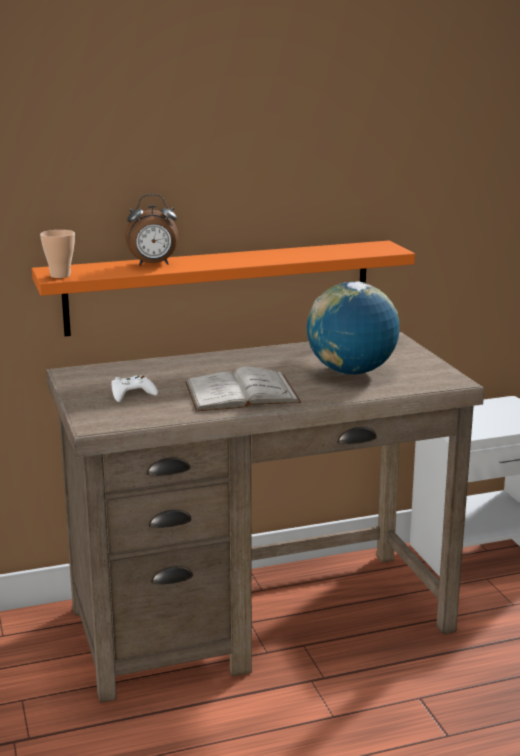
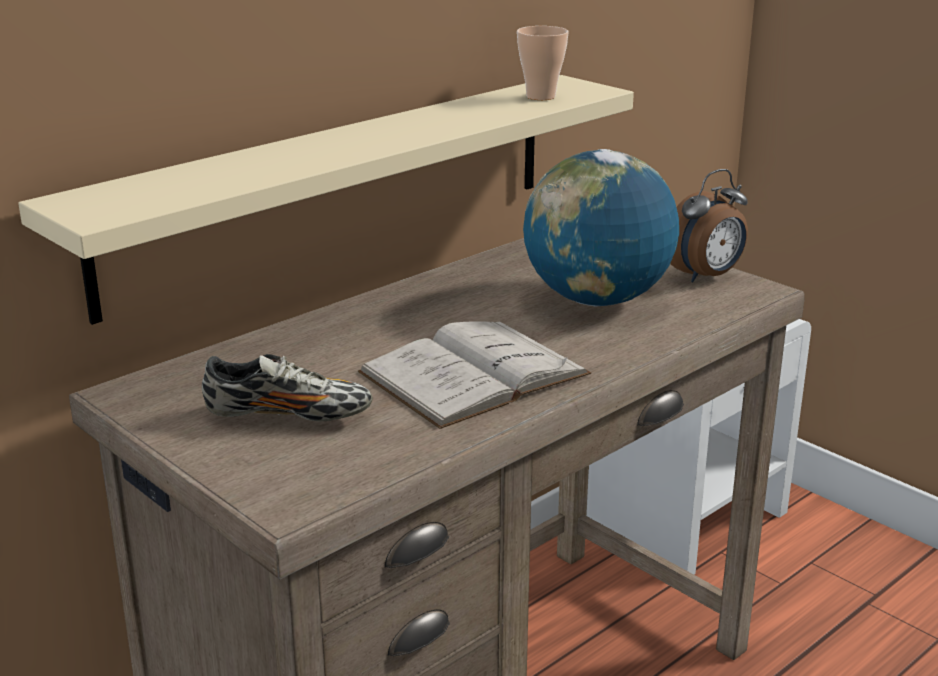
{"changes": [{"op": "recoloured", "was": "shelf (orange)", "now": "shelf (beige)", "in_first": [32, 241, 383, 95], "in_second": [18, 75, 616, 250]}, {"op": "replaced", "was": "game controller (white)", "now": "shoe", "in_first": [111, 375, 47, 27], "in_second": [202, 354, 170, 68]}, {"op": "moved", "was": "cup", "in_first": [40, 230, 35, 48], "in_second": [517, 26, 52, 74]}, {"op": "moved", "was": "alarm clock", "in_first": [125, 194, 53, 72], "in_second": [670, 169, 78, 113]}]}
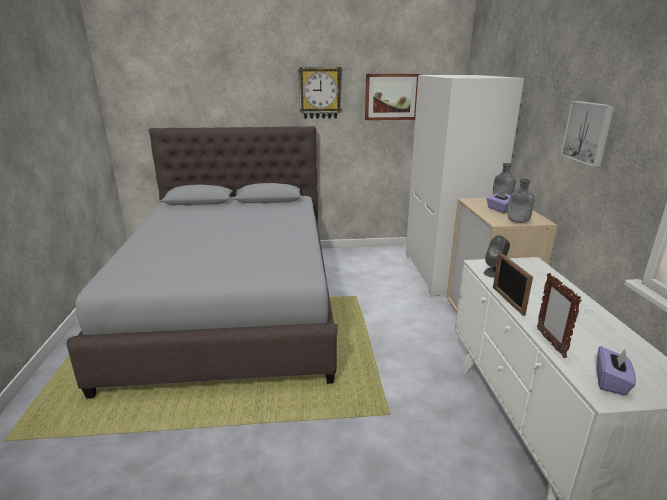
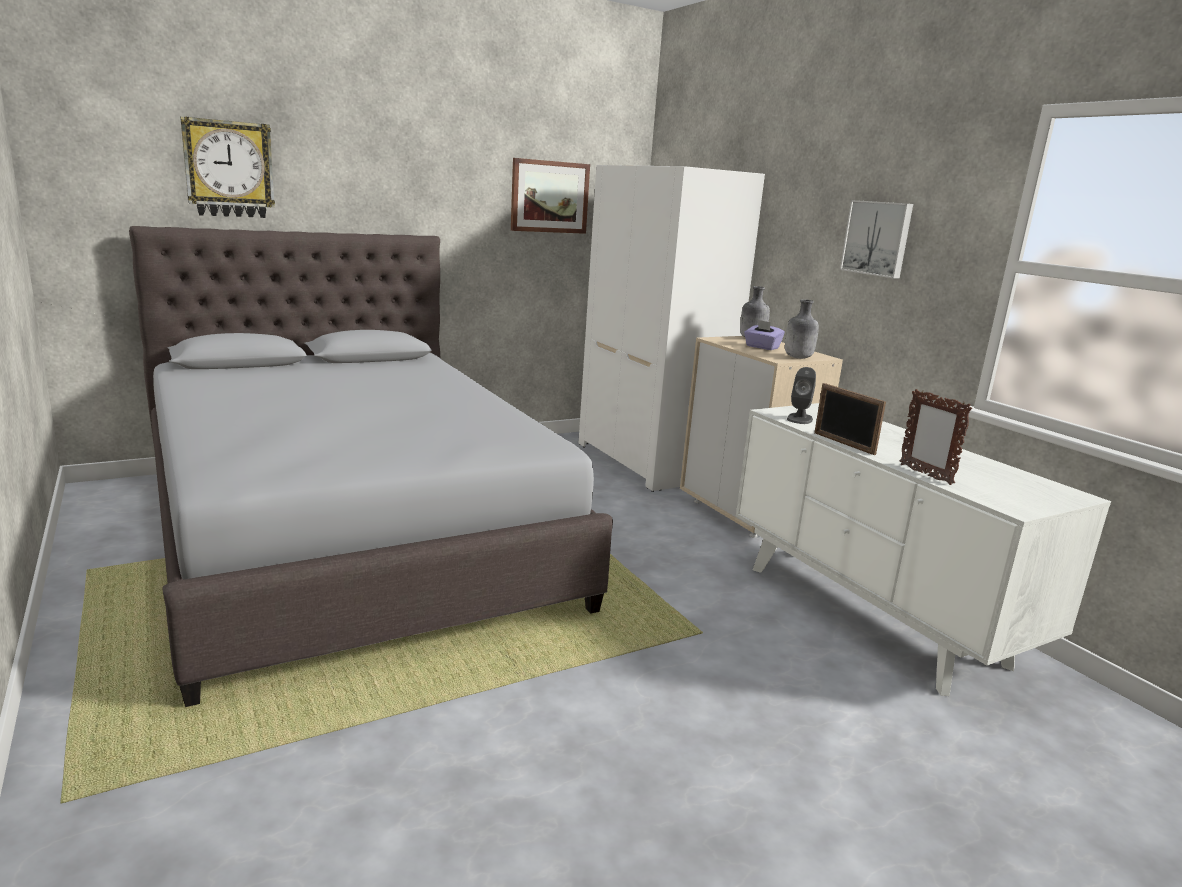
{"changes": [{"op": "moved", "was": "wall clock", "in_first": [298, 67, 44, 52], "in_second": [180, 116, 95, 102]}, {"op": "removed", "was": "tissue box (purple)", "in_first": [596, 346, 40, 49]}]}
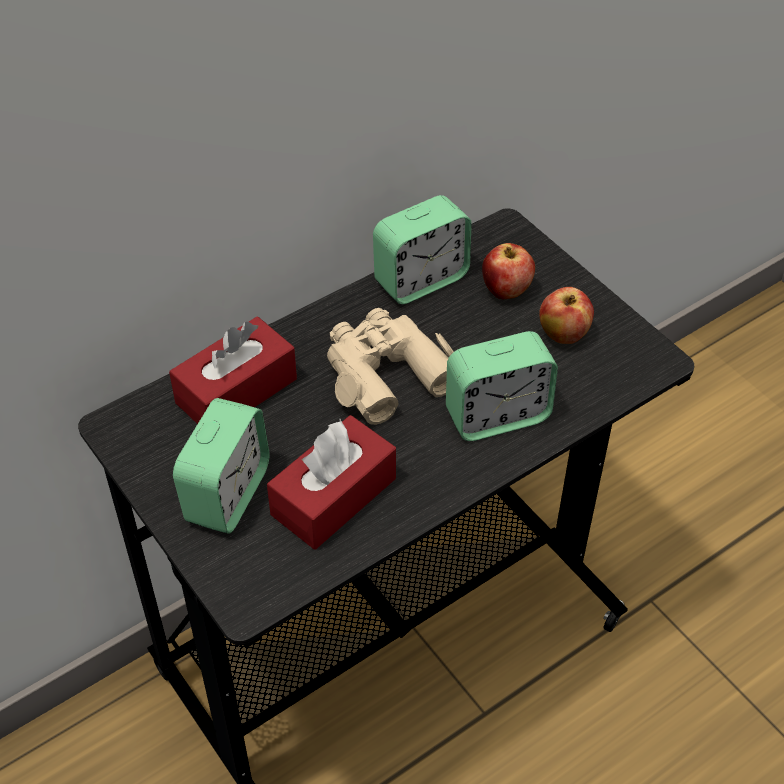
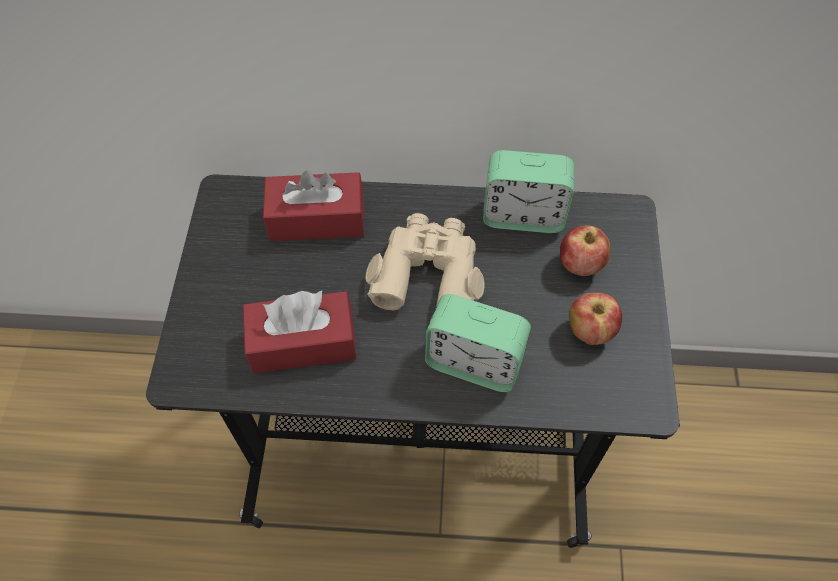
{"changes": [{"op": "removed", "was": "alarm clock", "in_first": [173, 398, 97, 136]}]}
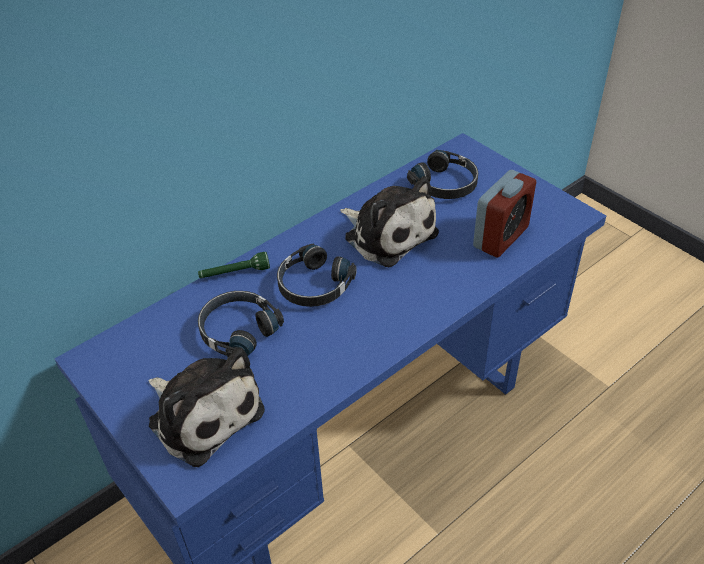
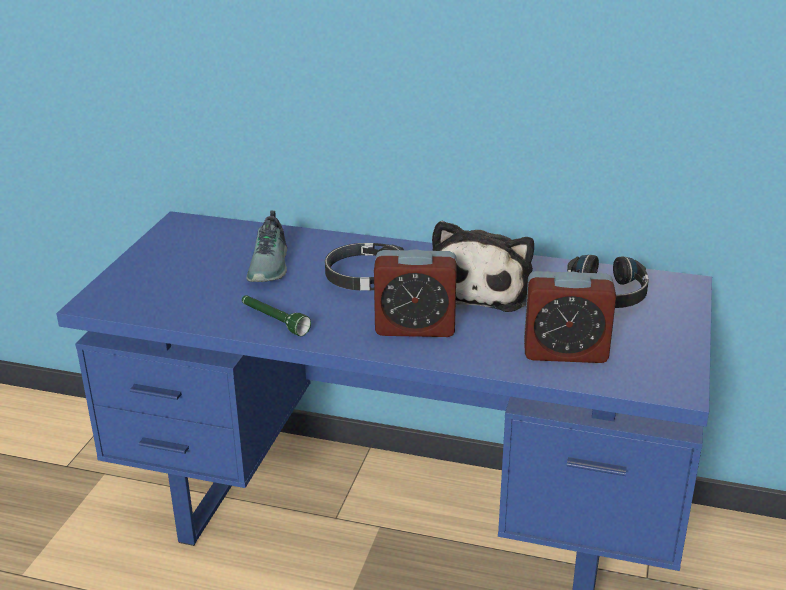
{"changes": [{"op": "moved", "was": "flashlight (green)", "in_first": [198, 252, 72, 26], "in_second": [242, 295, 69, 41]}, {"op": "replaced", "was": "headphones (black)", "now": "shoe", "in_first": [198, 291, 86, 66], "in_second": [247, 211, 40, 71]}, {"op": "added", "now": "alarm clock", "in_second": [374, 249, 83, 88]}, {"op": "removed", "was": "plush toy", "in_first": [148, 347, 117, 120]}]}
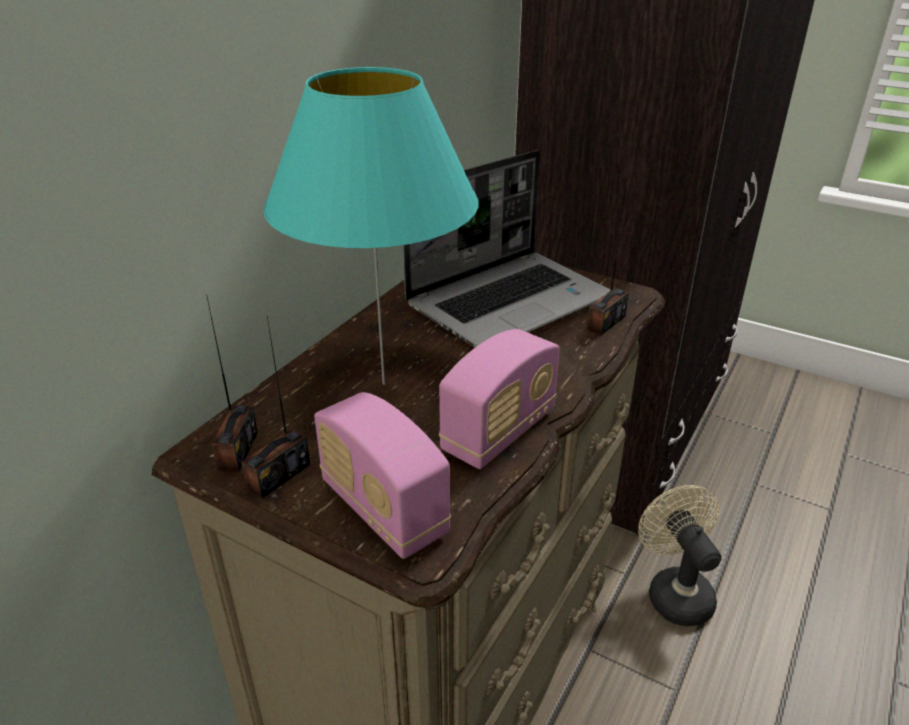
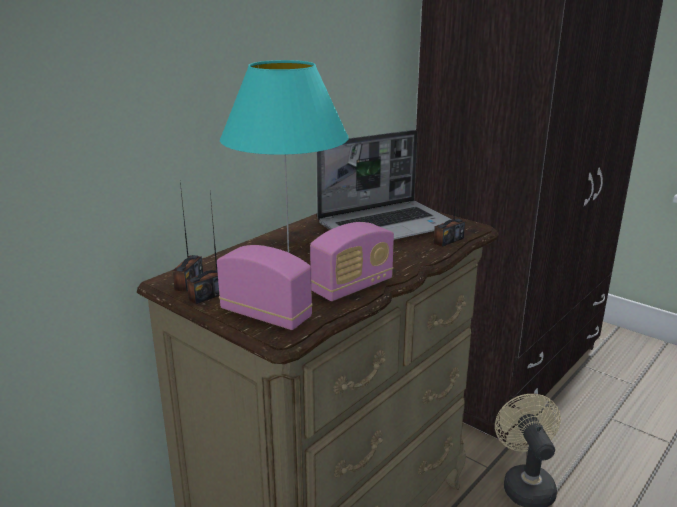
{"changes": [{"op": "turned", "was": "radio", "in_first": [314, 392, 137, 167], "in_second": [217, 245, 96, 85], "clockwise": 150}]}
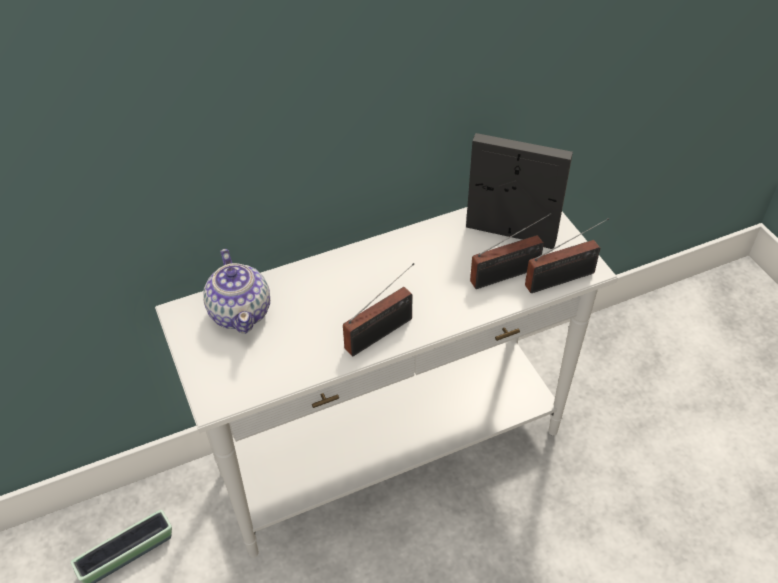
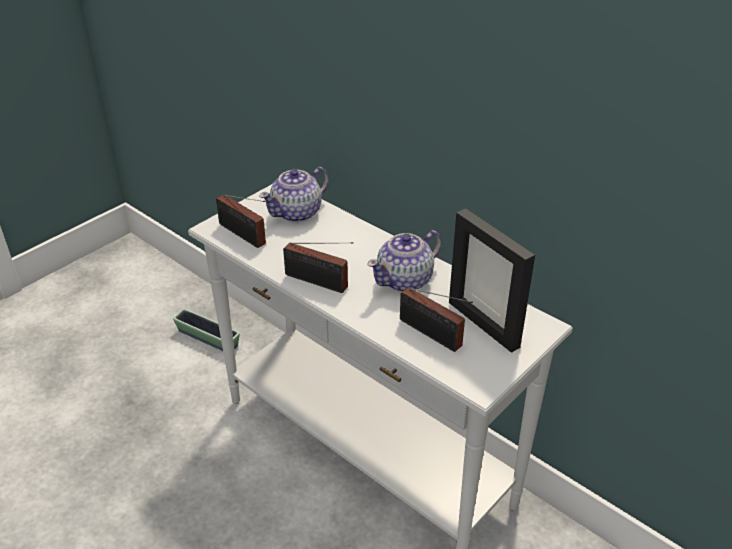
{"changes": [{"op": "moved", "was": "radio", "in_first": [525, 218, 84, 75], "in_second": [216, 195, 50, 53]}, {"op": "added", "now": "teapot", "in_second": [367, 230, 75, 62]}, {"op": "turned", "was": "picture frame", "in_first": [466, 133, 107, 116], "in_second": [449, 208, 86, 145], "clockwise": 150}]}
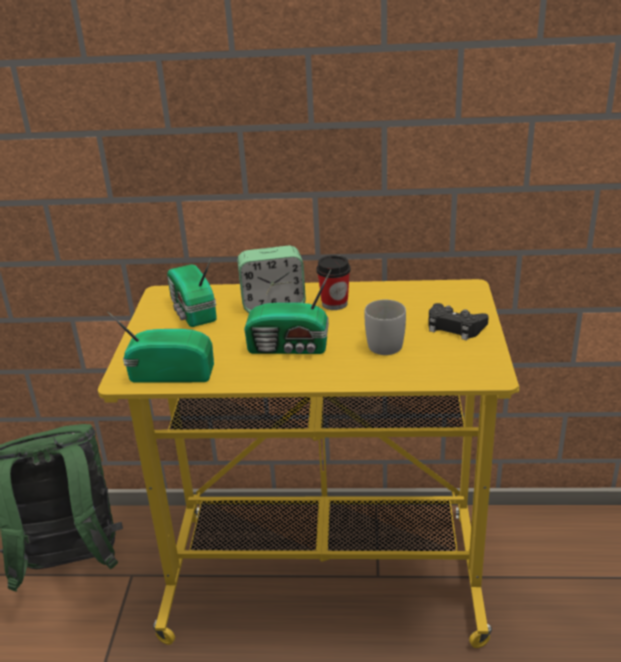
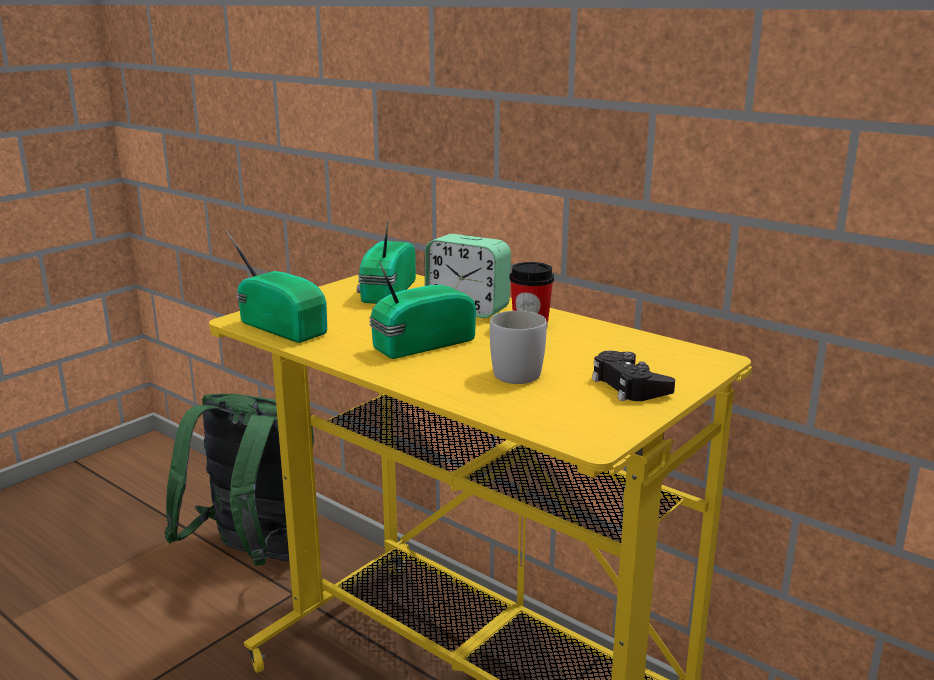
{"changes": [{"op": "turned", "was": "radio", "in_first": [244, 270, 87, 84], "in_second": [369, 261, 107, 98], "clockwise": 105}]}
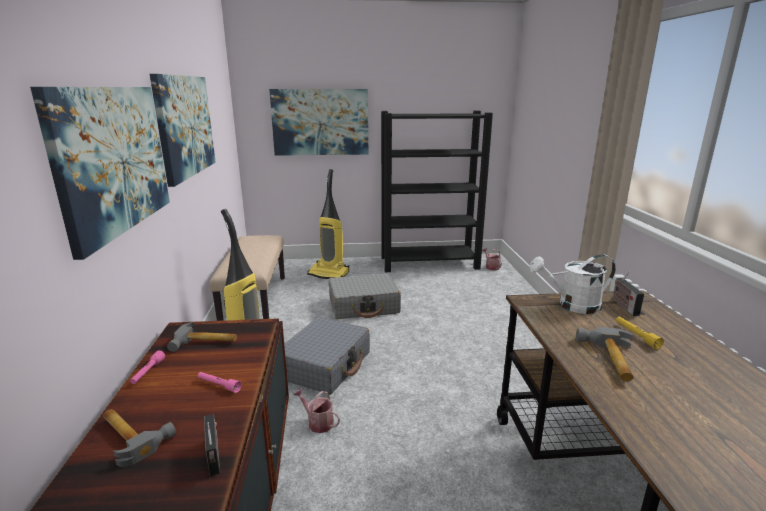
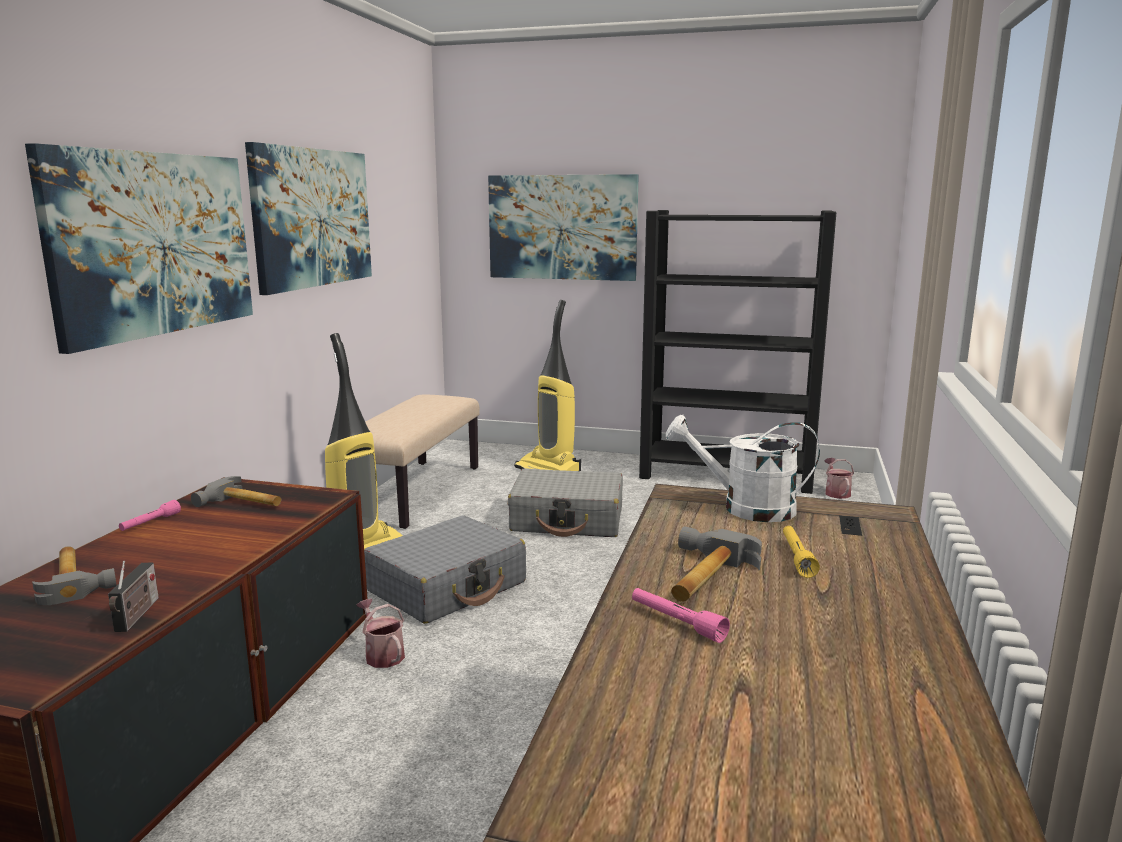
{"changes": [{"op": "moved", "was": "flashlight (pink)", "in_first": [198, 372, 44, 21], "in_second": [632, 588, 98, 55]}, {"op": "removed", "was": "radio", "in_first": [613, 272, 31, 44]}]}
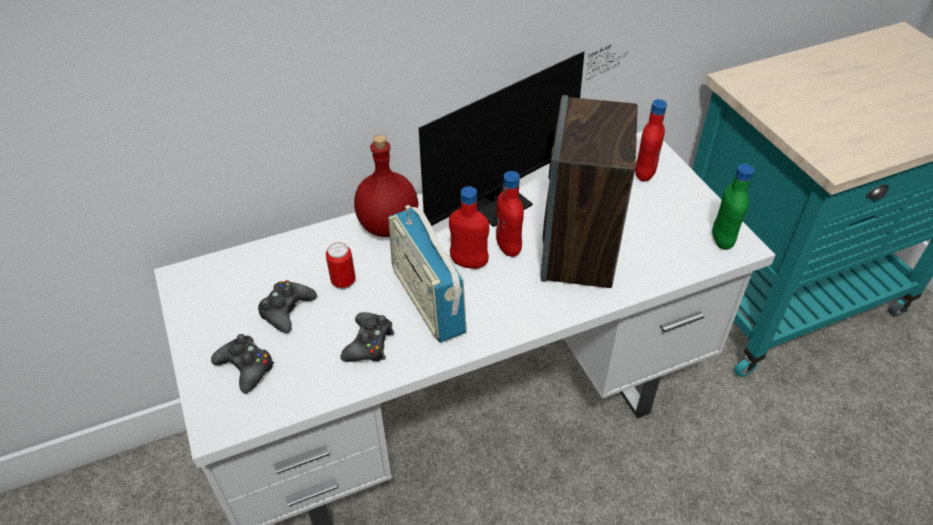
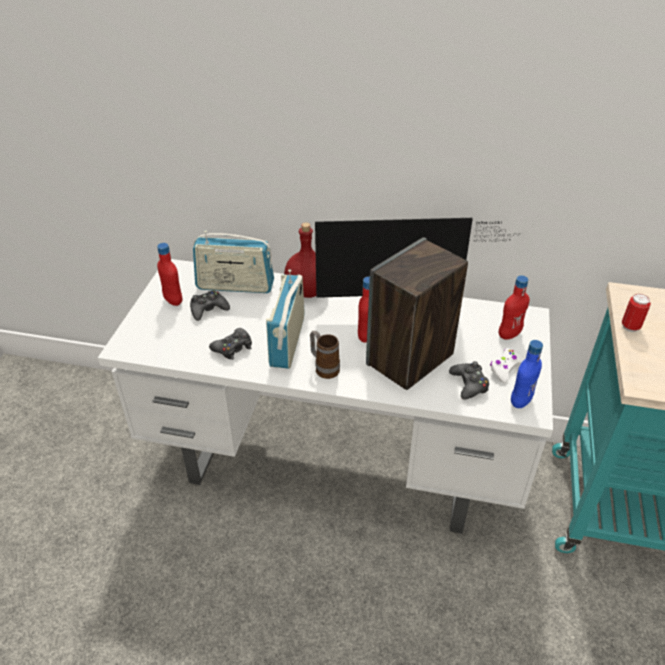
{"changes": [{"op": "moved", "was": "bottle (red)", "in_first": [449, 186, 40, 83], "in_second": [157, 243, 25, 63]}, {"op": "added", "now": "radio", "in_second": [193, 230, 81, 63]}, {"op": "added", "now": "mug", "in_second": [310, 331, 30, 48]}, {"op": "moved", "was": "game controller (black)", "in_first": [211, 334, 63, 60], "in_second": [449, 361, 40, 38]}, {"op": "added", "now": "game controller (white)", "in_second": [490, 348, 35, 35]}, {"op": "recoloured", "was": "bottle (green)", "now": "bottle (blue)", "in_first": [712, 164, 42, 86], "in_second": [511, 340, 32, 68]}, {"op": "moved", "was": "can", "in_first": [326, 242, 29, 47], "in_second": [622, 294, 29, 38]}]}
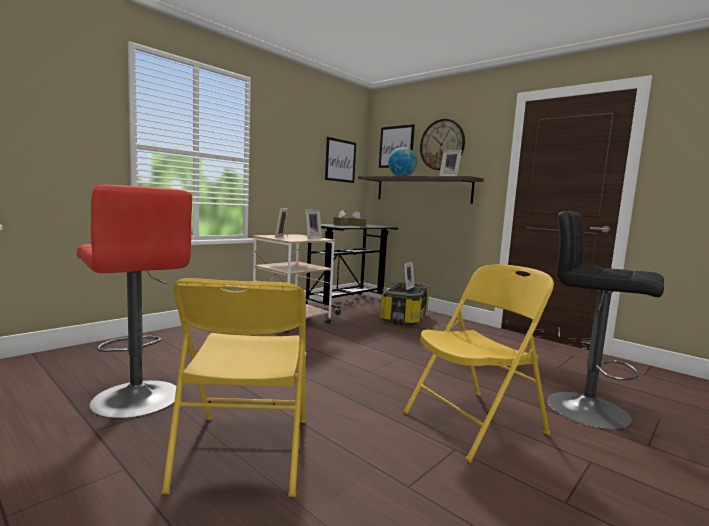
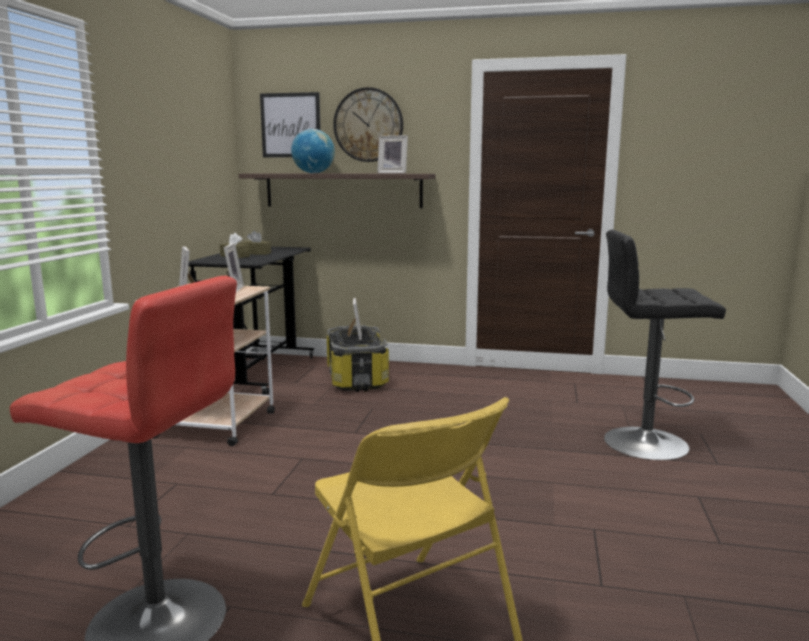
{"changes": [{"op": "removed", "was": "picture", "in_first": [325, 137, 31, 46]}, {"op": "removed", "was": "chair (yellow)", "in_first": [403, 264, 151, 199]}]}
